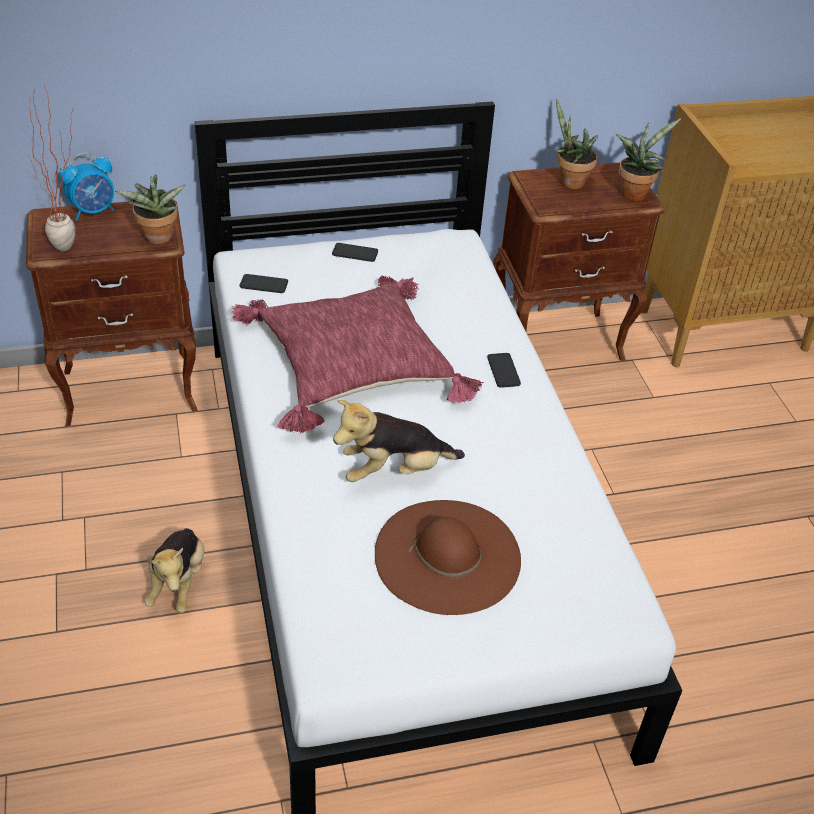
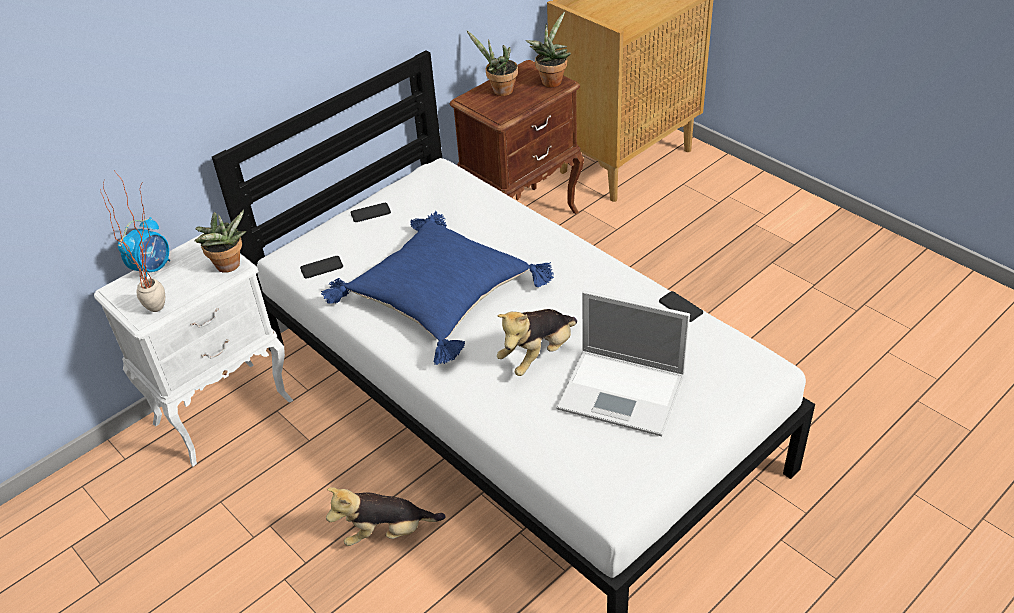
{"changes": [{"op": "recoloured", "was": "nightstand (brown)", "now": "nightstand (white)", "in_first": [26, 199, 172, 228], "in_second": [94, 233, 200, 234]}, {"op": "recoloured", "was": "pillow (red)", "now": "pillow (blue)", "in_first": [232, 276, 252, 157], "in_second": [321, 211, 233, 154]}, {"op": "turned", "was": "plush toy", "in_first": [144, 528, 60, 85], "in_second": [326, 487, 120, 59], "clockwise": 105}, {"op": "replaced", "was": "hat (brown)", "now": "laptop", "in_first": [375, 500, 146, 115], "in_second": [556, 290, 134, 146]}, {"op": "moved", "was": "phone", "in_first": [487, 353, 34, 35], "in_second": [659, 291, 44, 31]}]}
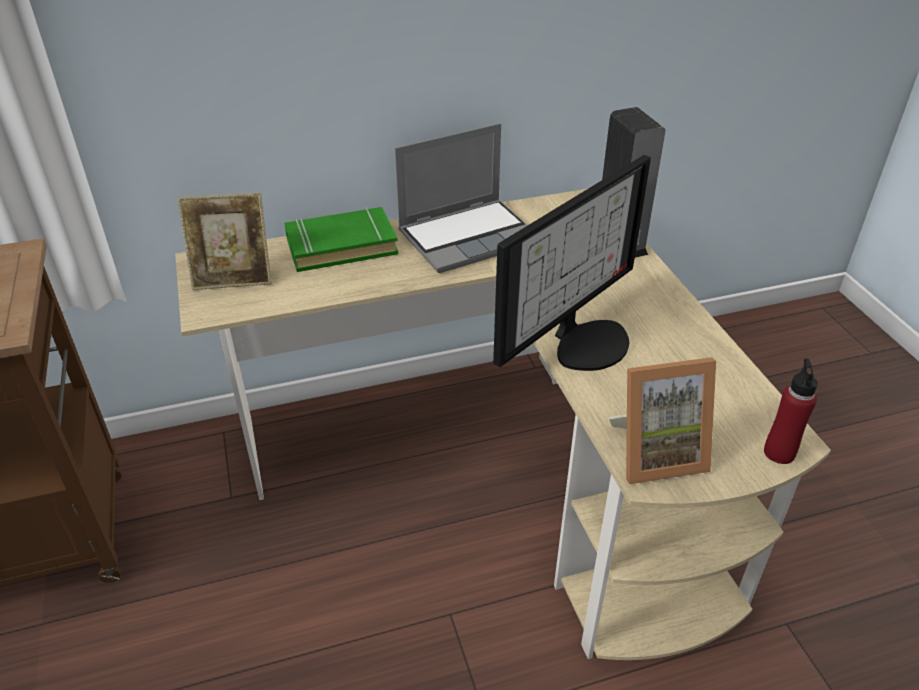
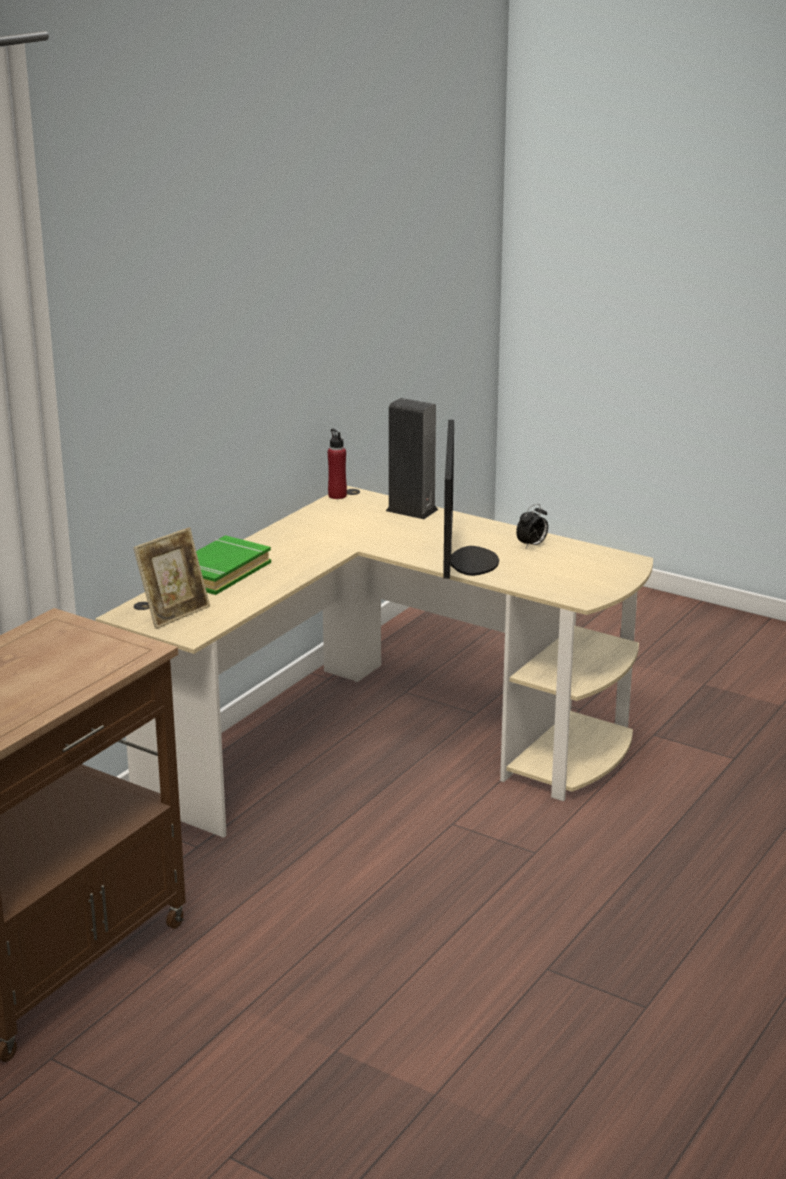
{"changes": [{"op": "moved", "was": "bottle (red)", "in_first": [764, 358, 54, 106], "in_second": [328, 429, 19, 70]}, {"op": "added", "now": "alarm clock", "in_second": [516, 504, 32, 44]}, {"op": "removed", "was": "laptop", "in_first": [395, 123, 133, 150]}, {"op": "removed", "was": "picture frame", "in_first": [609, 357, 107, 127]}]}
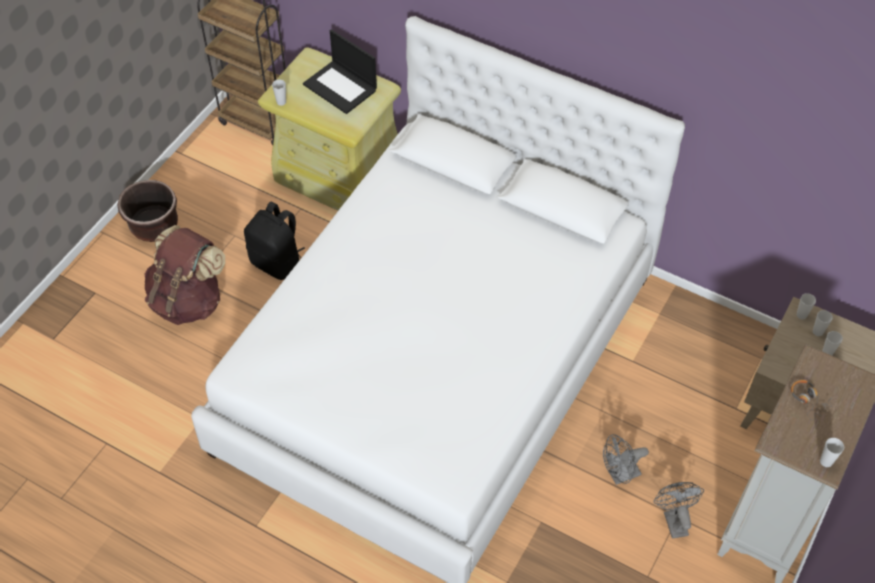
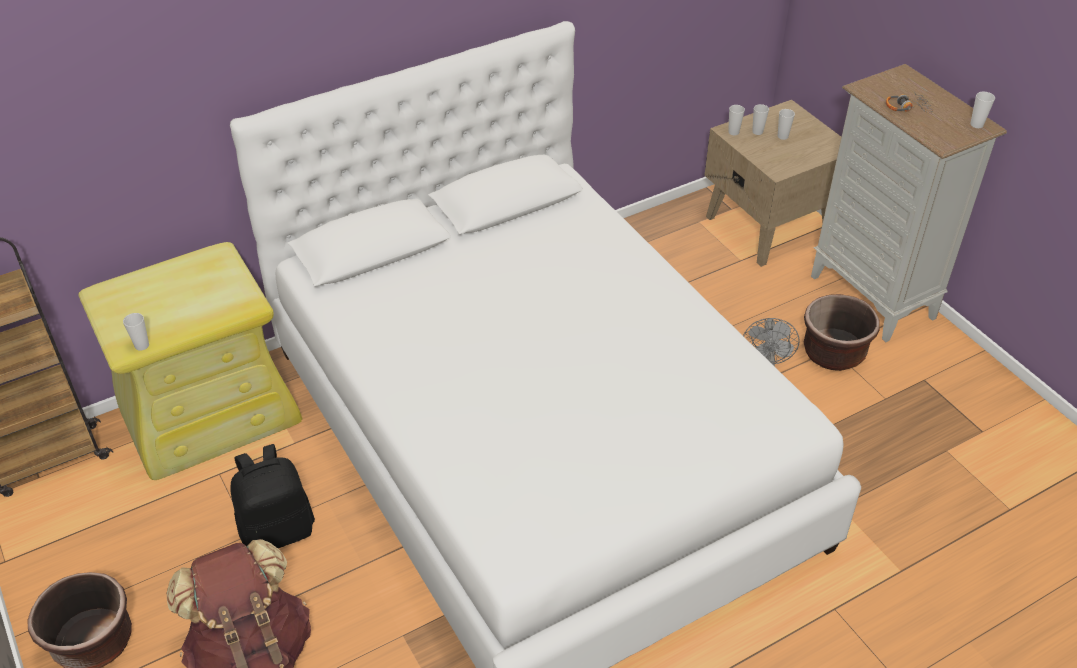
{"changes": [{"op": "replaced", "was": "fan (grey)", "now": "planter (brown)", "in_first": [653, 482, 51, 57], "in_second": [804, 294, 76, 77]}, {"op": "removed", "was": "laptop", "in_first": [303, 29, 74, 85]}]}
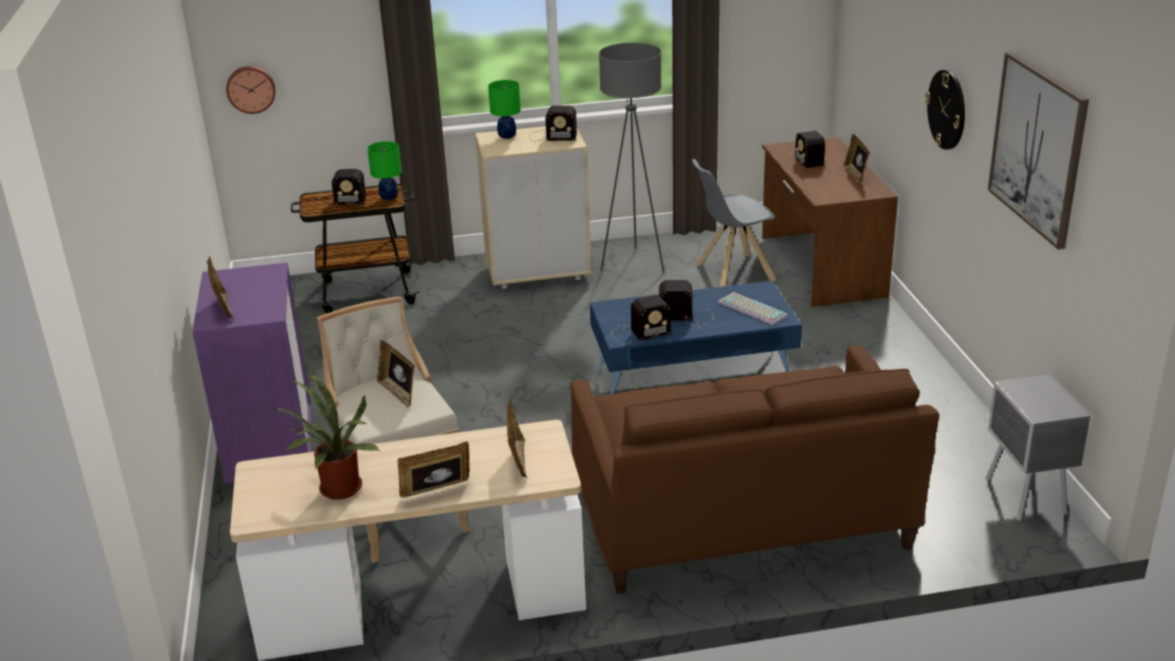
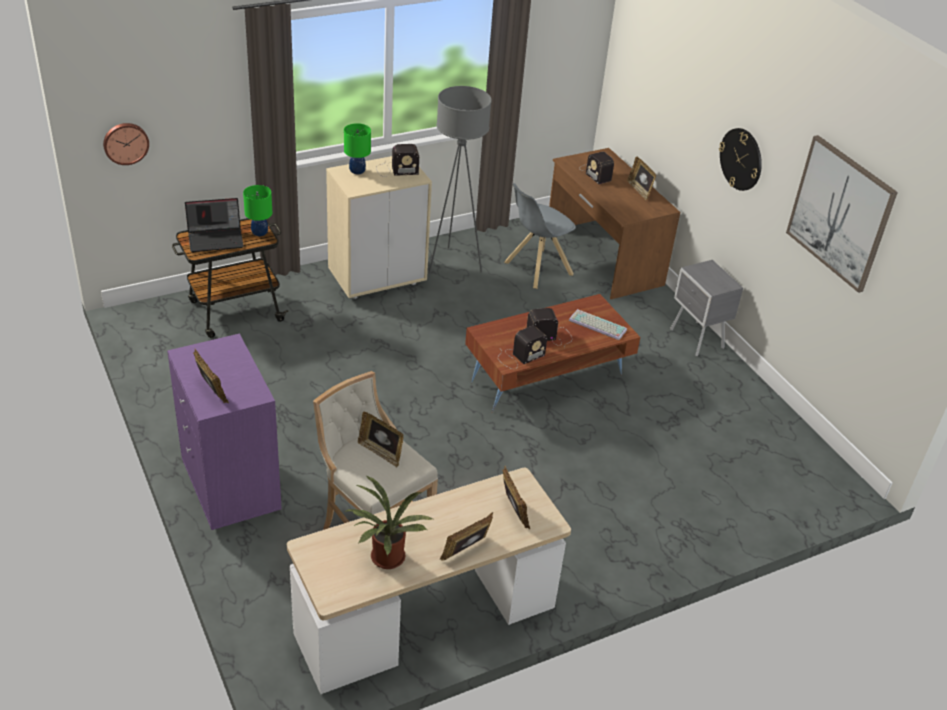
{"changes": [{"op": "replaced", "was": "radio", "now": "laptop", "in_first": [318, 169, 48, 37], "in_second": [185, 198, 59, 54]}, {"op": "recoloured", "was": "coffee table (blue)", "now": "coffee table (brown)", "in_first": [590, 281, 212, 113], "in_second": [465, 294, 175, 118]}, {"op": "moved", "was": "nightstand (grey)", "in_first": [985, 374, 106, 147], "in_second": [670, 260, 73, 96]}, {"op": "removed", "was": "sofa (brown)", "in_first": [570, 346, 369, 248]}]}
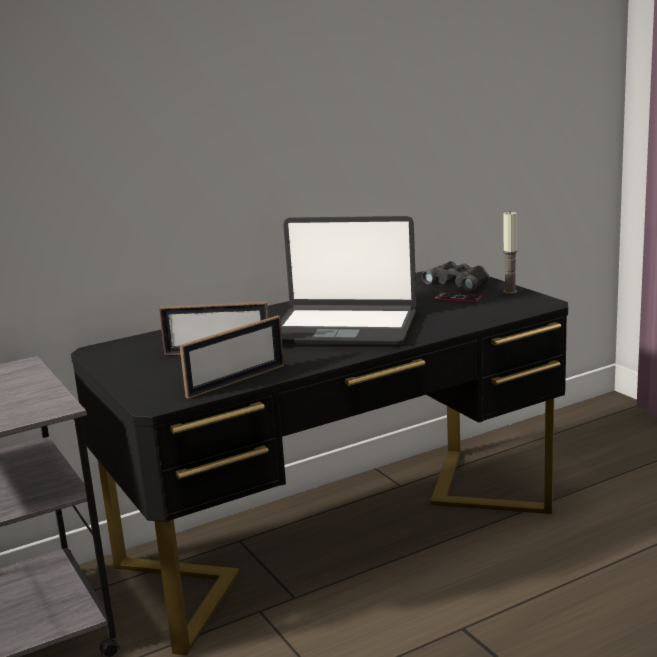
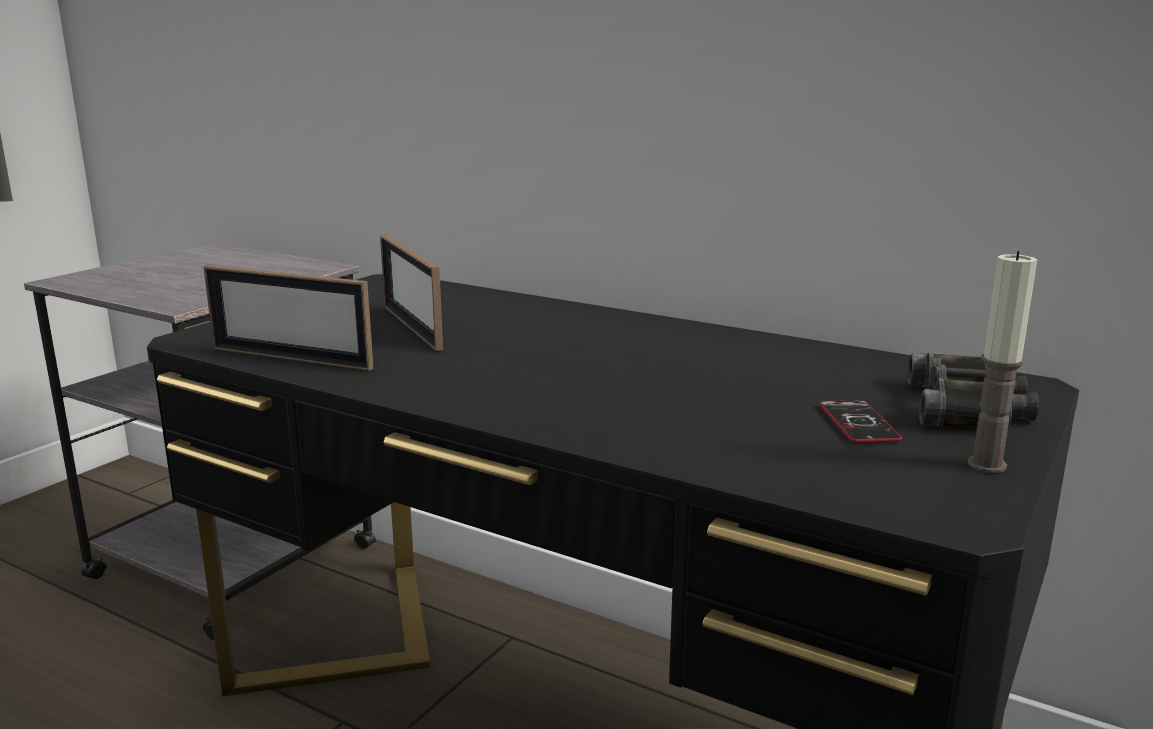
{"changes": [{"op": "removed", "was": "laptop", "in_first": [281, 216, 136, 130]}]}
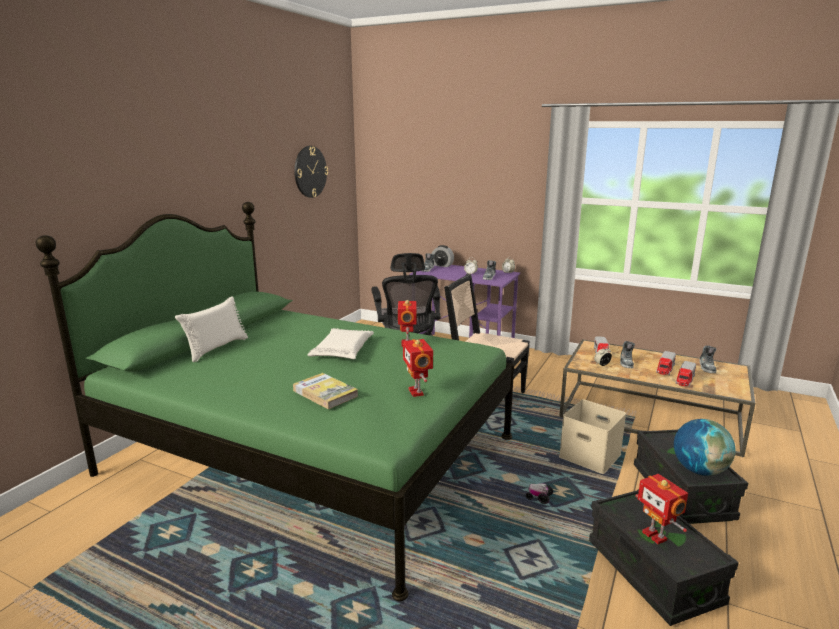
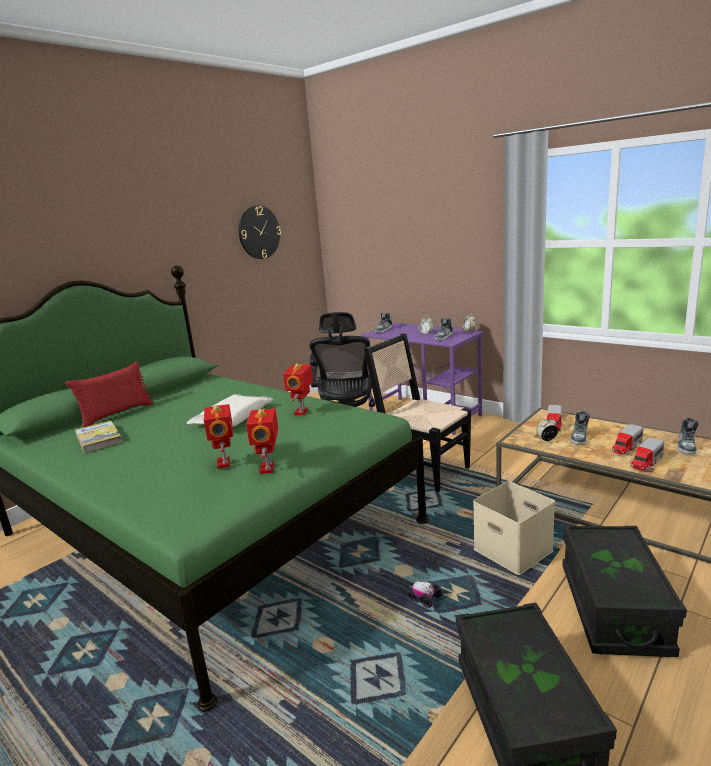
{"changes": [{"op": "recoloured", "was": "pillow (white)", "now": "pillow (red)", "in_first": [175, 296, 73, 66], "in_second": [65, 362, 88, 65]}, {"op": "moved", "was": "book", "in_first": [293, 373, 65, 36], "in_second": [75, 420, 48, 33]}, {"op": "moved", "was": "toy robot", "in_first": [635, 474, 53, 70], "in_second": [204, 404, 29, 65]}, {"op": "removed", "was": "alarm clock", "in_first": [432, 245, 22, 22]}, {"op": "removed", "was": "globe", "in_first": [674, 419, 61, 57]}]}
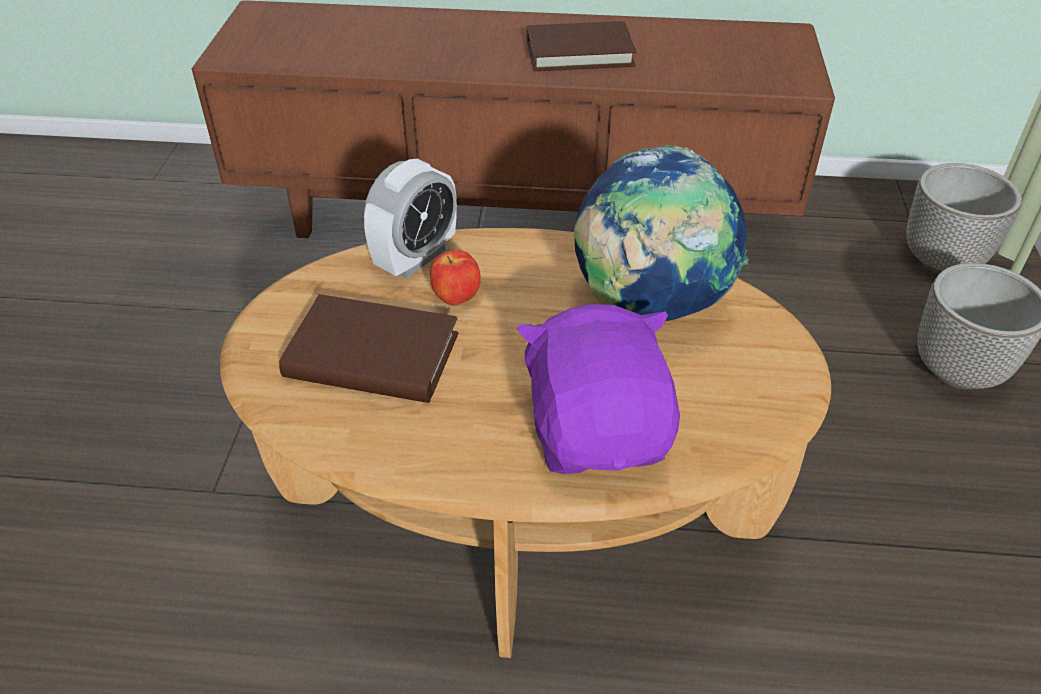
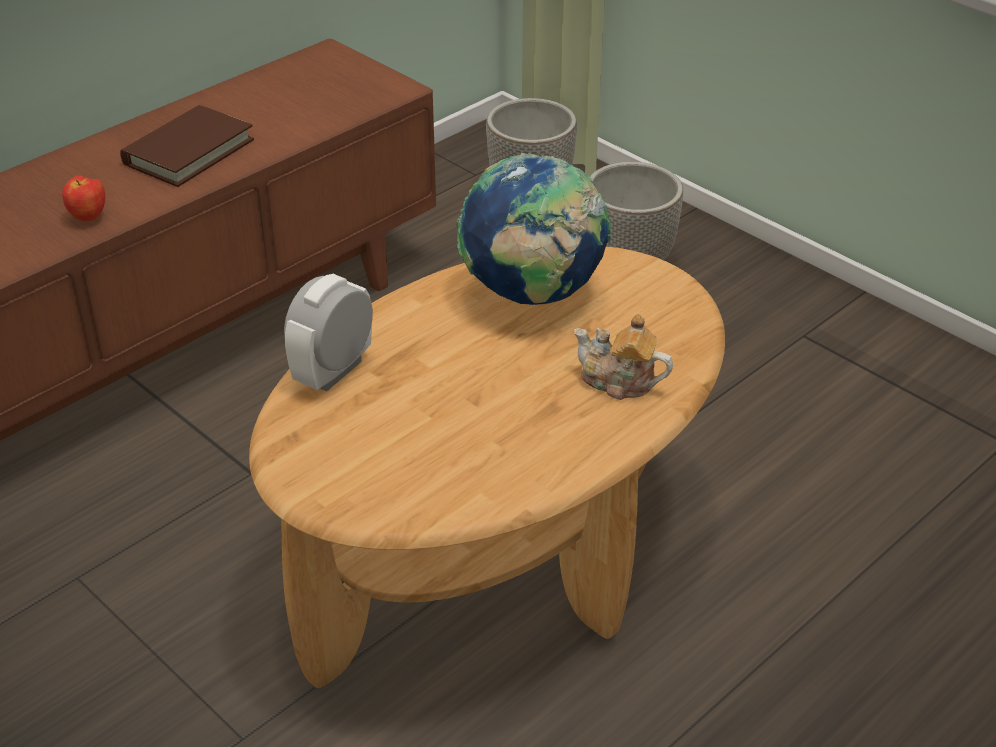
{"changes": [{"op": "moved", "was": "apple", "in_first": [430, 249, 51, 57], "in_second": [62, 176, 43, 45]}, {"op": "turned", "was": "alarm clock", "in_first": [364, 159, 93, 119], "in_second": [284, 274, 89, 117], "clockwise": -135}, {"op": "replaced", "was": "plush toy (purple)", "now": "teapot", "in_first": [517, 304, 163, 170], "in_second": [574, 314, 99, 86]}, {"op": "removed", "was": "book (brown)", "in_first": [279, 294, 179, 109]}]}
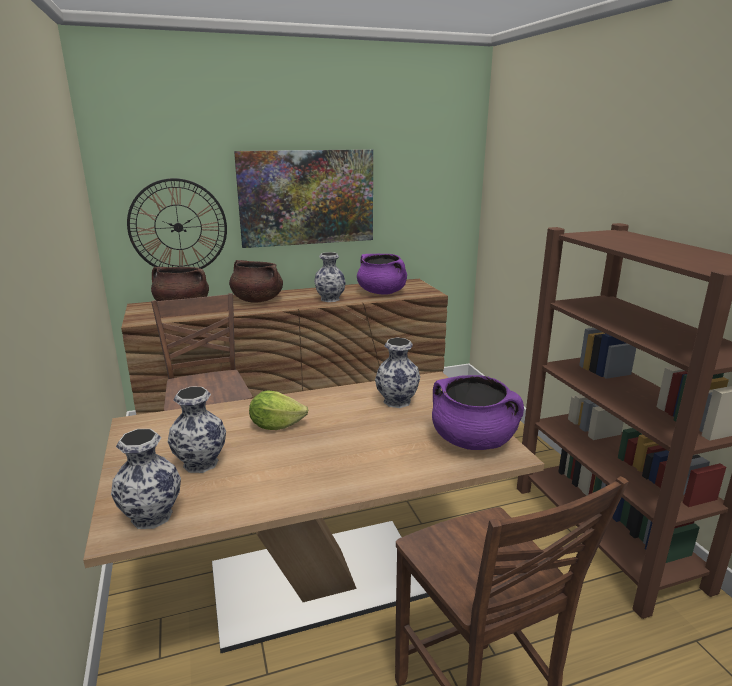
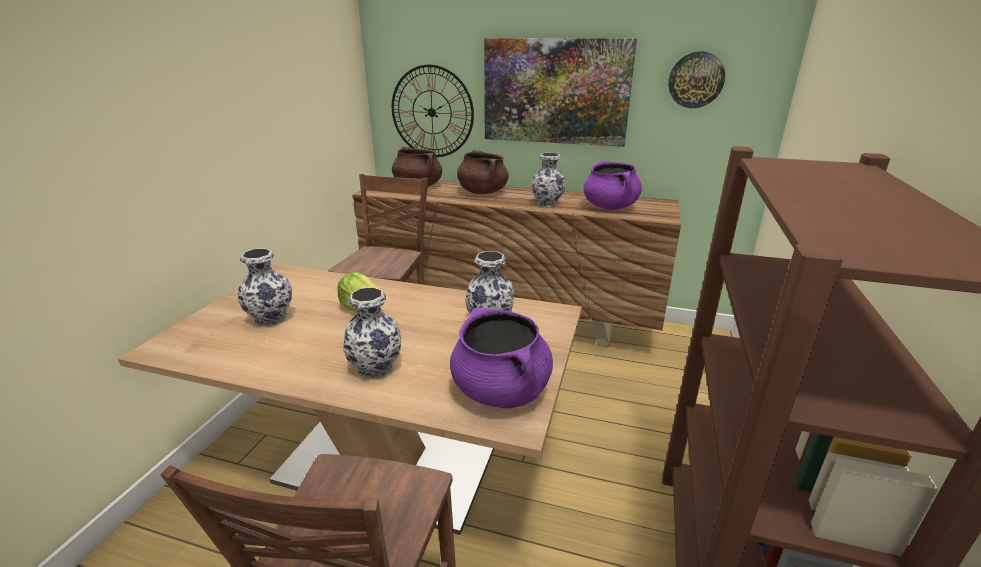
{"changes": [{"op": "moved", "was": "vase", "in_first": [111, 429, 70, 100], "in_second": [343, 287, 58, 92]}, {"op": "added", "now": "wall clock", "in_second": [668, 51, 57, 57]}]}
